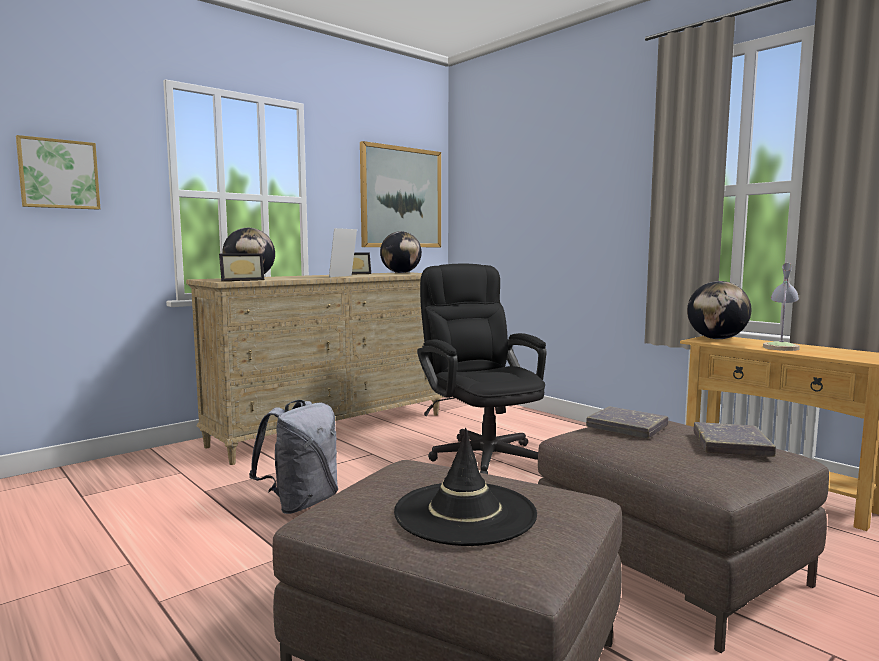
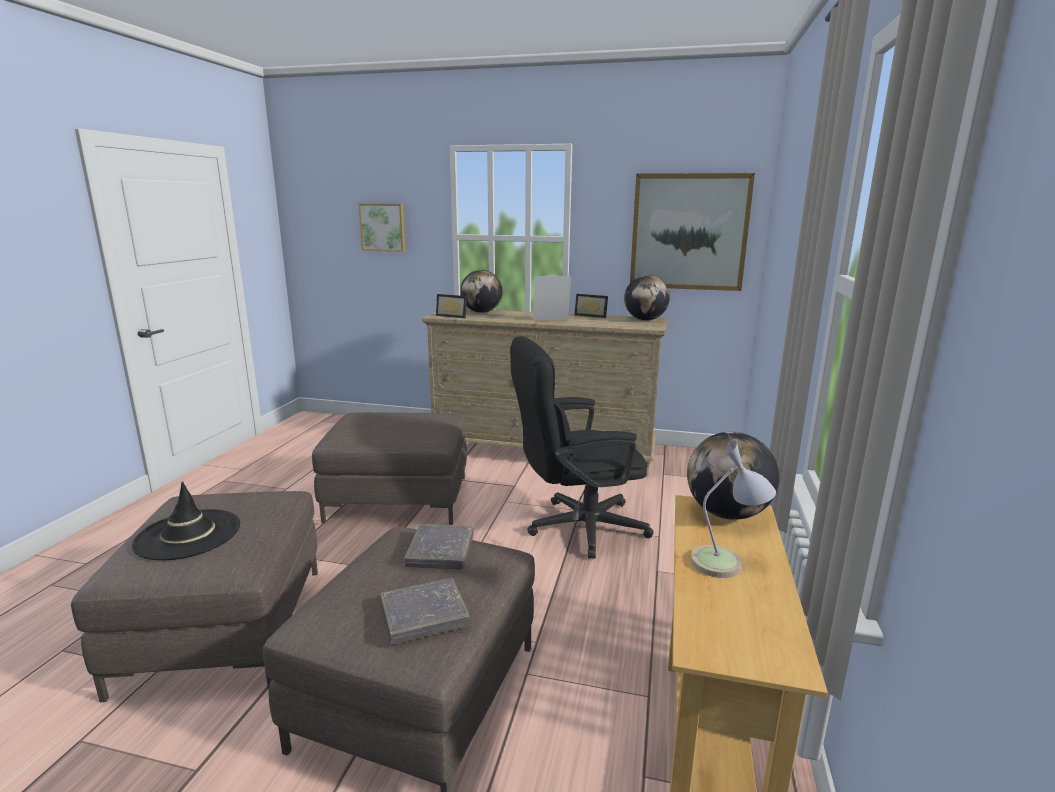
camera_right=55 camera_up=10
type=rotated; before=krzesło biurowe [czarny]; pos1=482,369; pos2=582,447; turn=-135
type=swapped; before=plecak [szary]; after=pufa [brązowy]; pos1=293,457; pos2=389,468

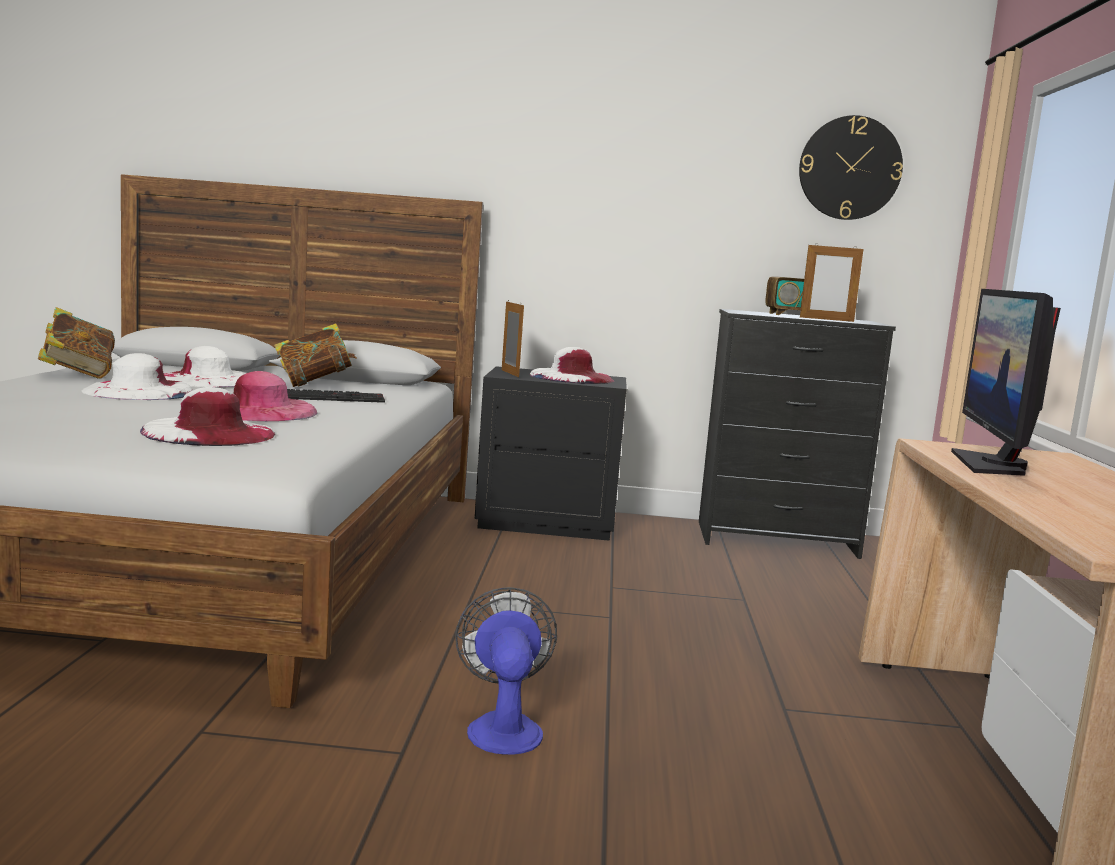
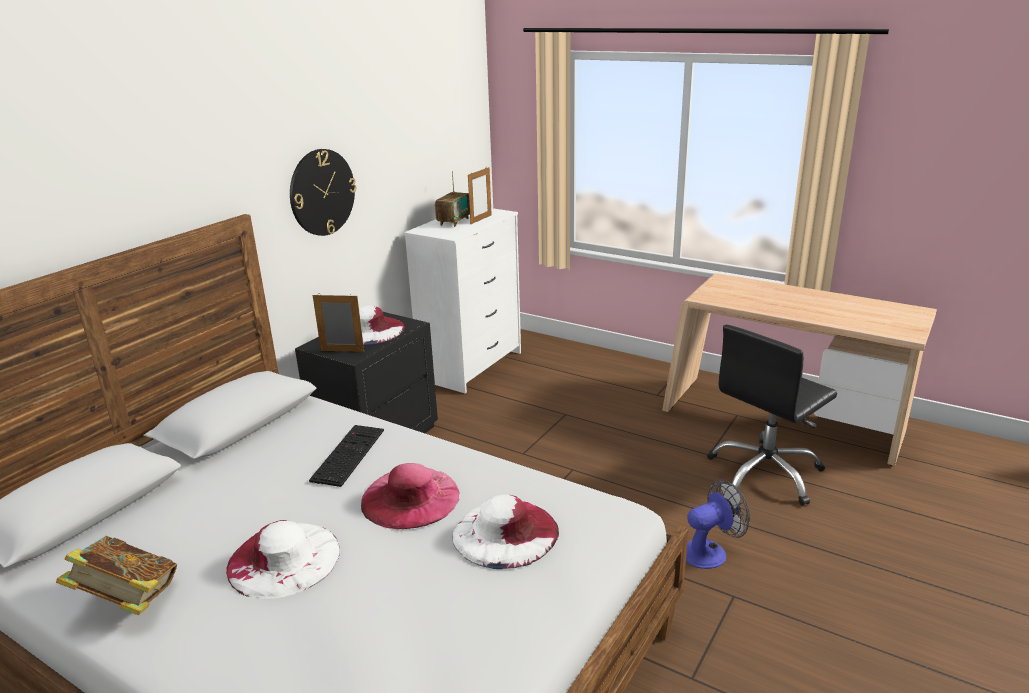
camera_right=-60 camera_up=15
type=shifted; before=zegar ścienny; pos1=851,167; pos2=323,192
type=gone; before=monitor; pos1=1006,382
type=repainted; before=komoda [czarny]; after=komoda [biały]; pos1=797,434; pos2=462,300
type=gone; before=książka; pos1=315,355
type=gone; before=kapelusz [biały]; pos1=205,366
type=rotated; before=wentylator; pos1=506,671; pos2=718,524; turn=135
type=new; after=krzesło biurowe [czarny]; pos2=772,415

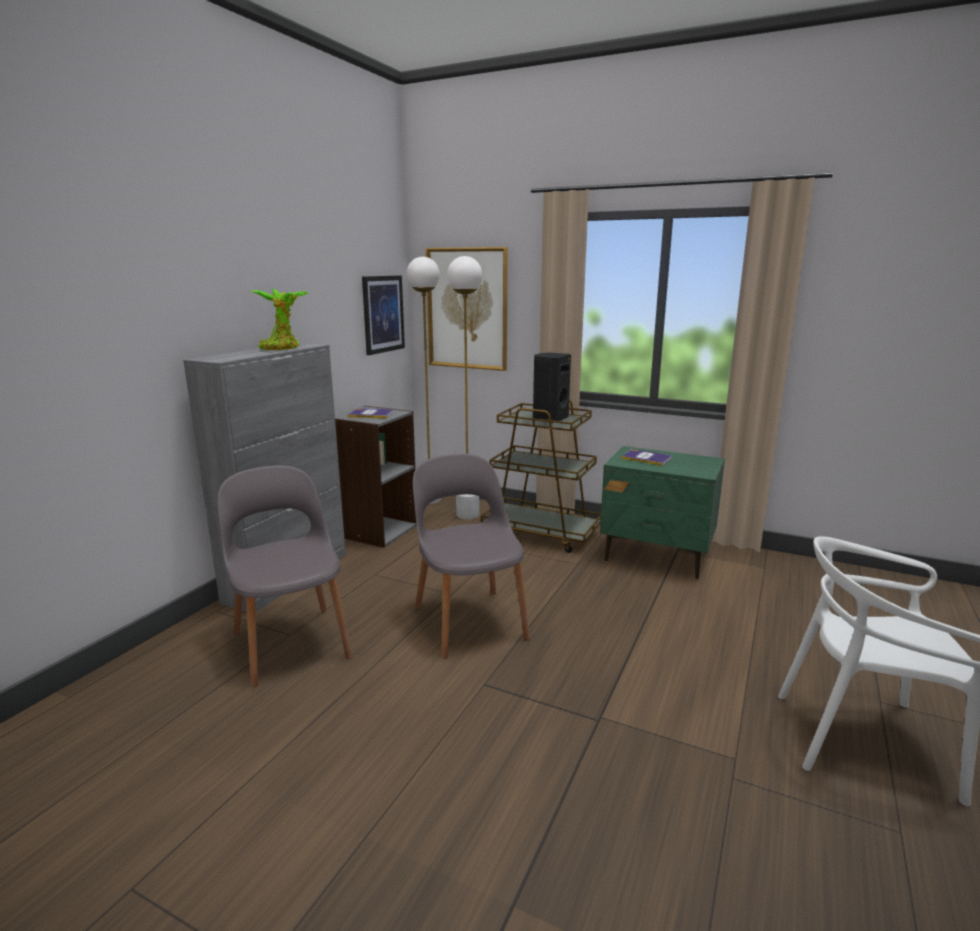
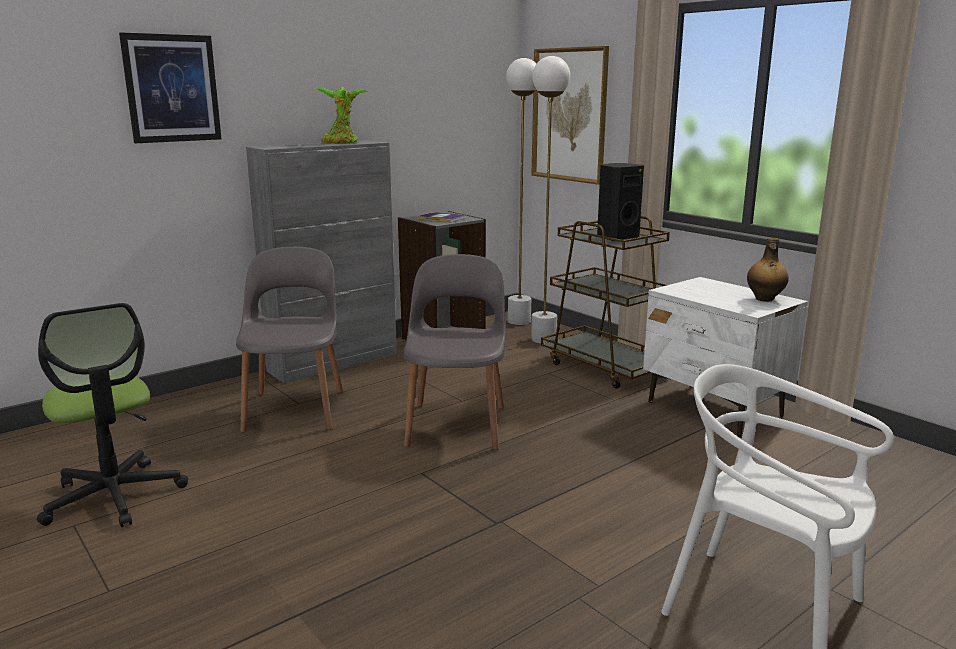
camera_right=25 camera_up=0
type=shifted; before=obraz; pos1=383,315; pos2=170,87
type=repainted; before=szafka nocna [zielony]; after=szafka nocna [biały]; pos1=662,512; pos2=725,357
type=gone; before=książka; pos1=646,457
type=new; after=butelka; pos2=768,270
type=new; after=krzesło biurowe; pos2=112,415

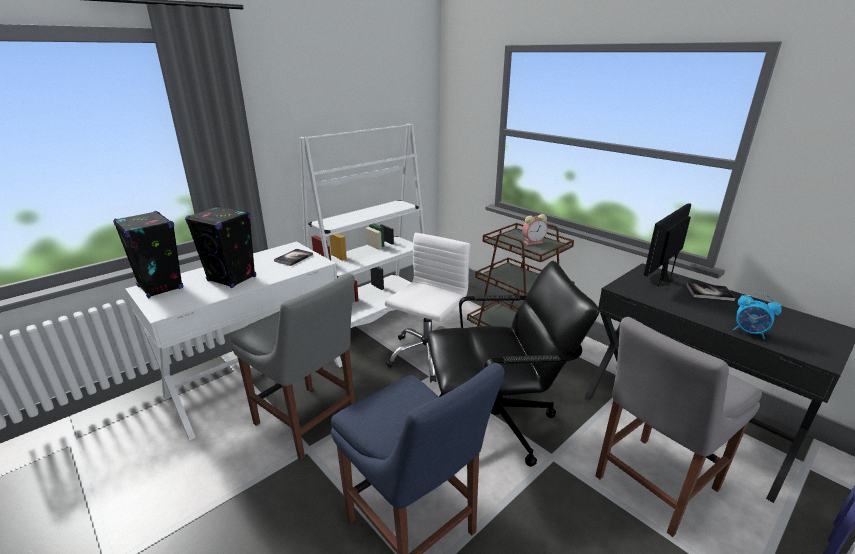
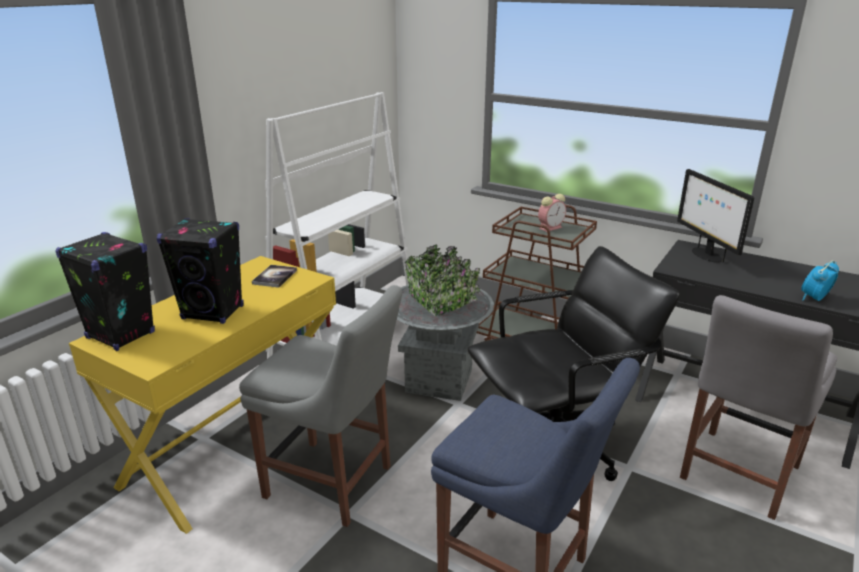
camera_right=-15 camera_up=0
type=rotated; before=monitor; pos1=667,245; pos2=715,216; turn=-45
type=swapped; before=krzesło biurowe [biały]; after=donica [szary]; pos1=427,307; pos2=445,322
type=repainted; before=biurko [biały]; after=biurko [żółty]; pos1=233,341; pos2=202,395
type=gone; before=książka; pos1=710,292
type=rotated; before=budzik; pos1=757,316; pos2=820,280; turn=120

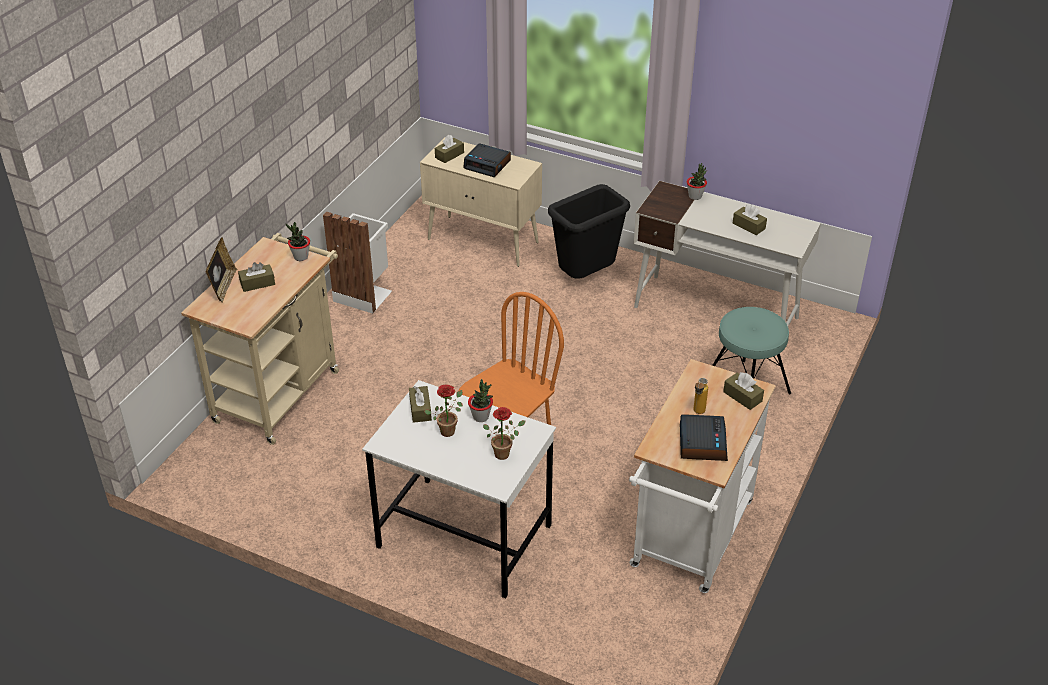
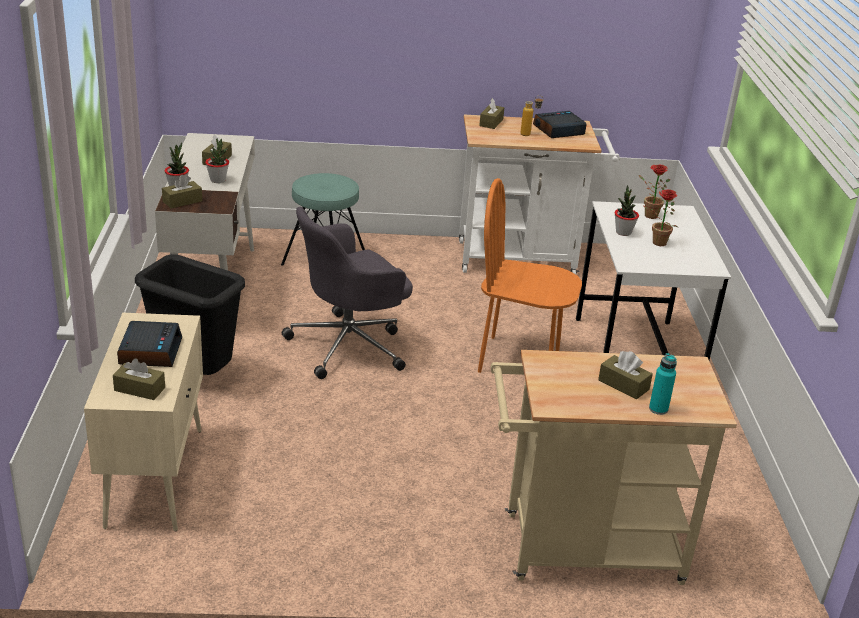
camera_right=-120 camera_up=-10
type=gone; before=kosz na śmieci [biały]; pos1=357,263
type=shifted; before=roślina doniczkowa; pos1=298,241; pos2=217,161
type=swapped; before=ramka na zdjęcie; after=butelka [turkusowy]; pos1=221,270; pos2=663,384
type=shifted; before=pudełko chusteczek [brązowy]; pos1=420,404; pos2=182,191
type=new; after=krzesło biurowe [szary]; pos2=347,293

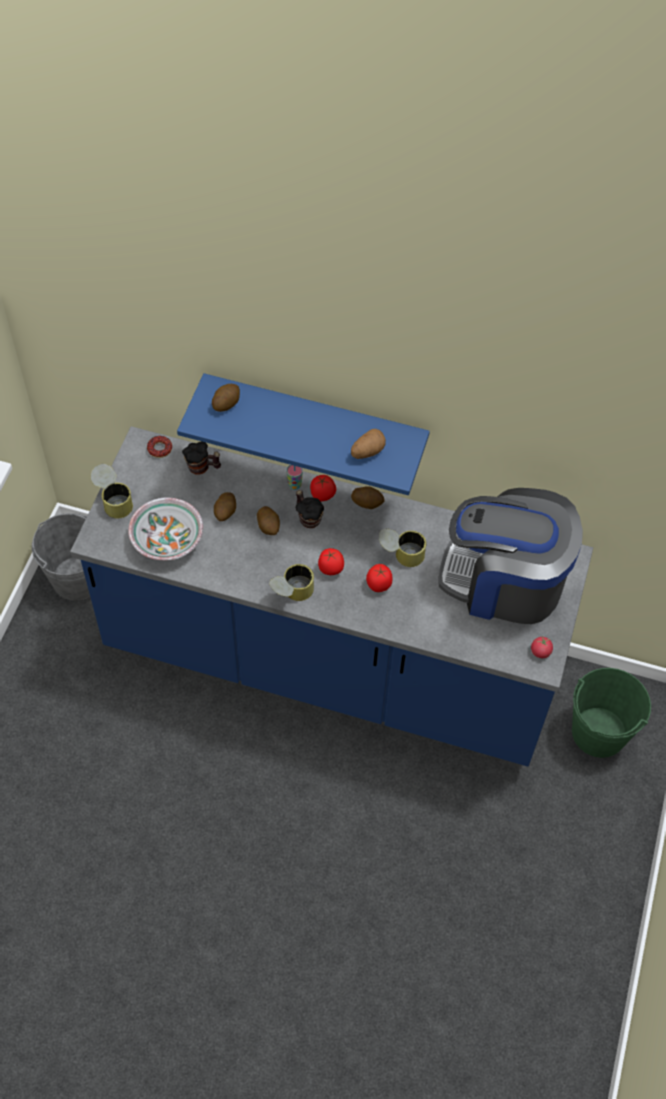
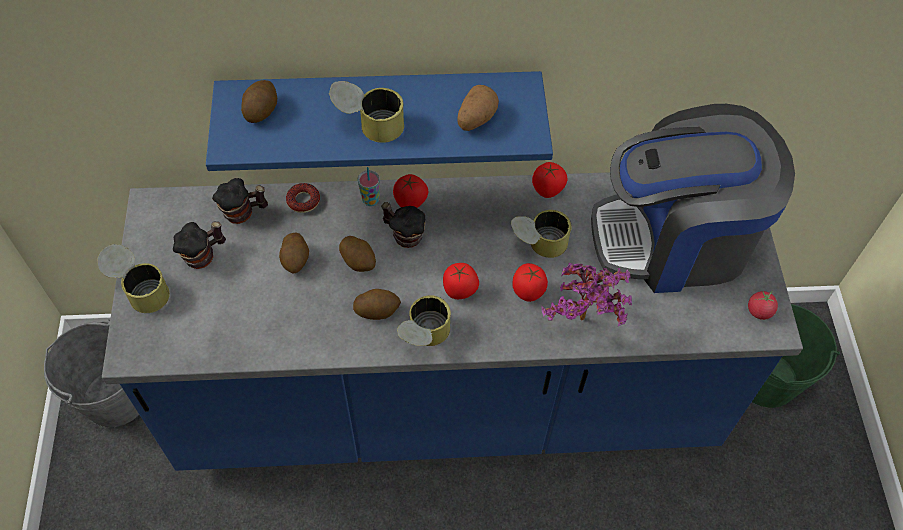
camera_right=-20 camera_up=0
type=shifted; before=donut; pos1=159,447; pos2=303,198
type=shifted; before=ziemniak; pos1=368,497; pos2=377,304
type=gone; before=miska; pos1=165,529
type=new; after=puszka; pos2=366,112
type=new; after=pomidor; pos2=549,180
type=new; after=kubek; pos2=199,245
type=new; after=roślina doniczkowa; pos2=586,294

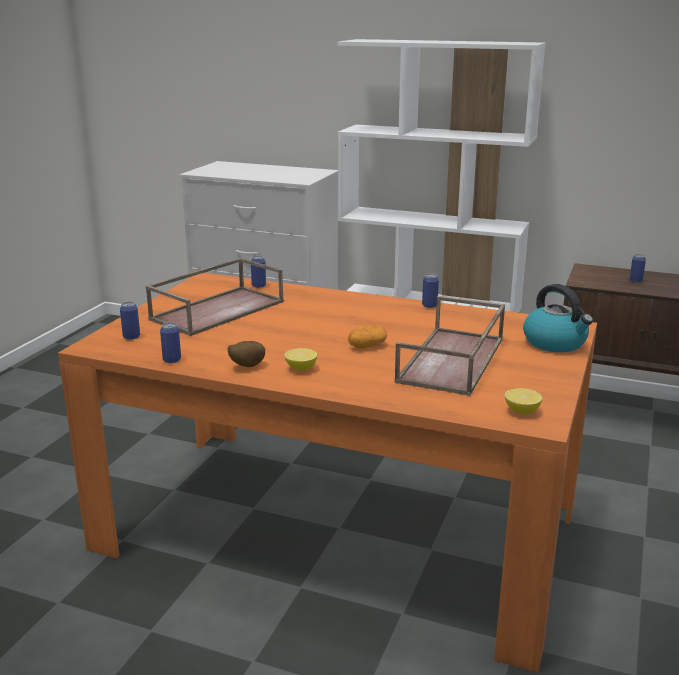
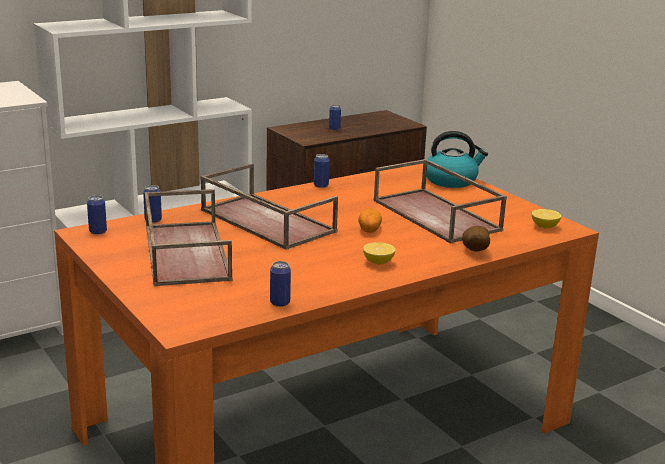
camera_right=-55 camera_up=0
type=shifted; before=puszka; pos1=130,320; pos2=97,214
type=shifted; before=ziemniak; pos1=246,354; pos2=476,239
type=new; after=taca [brązowy]; pos2=269,206

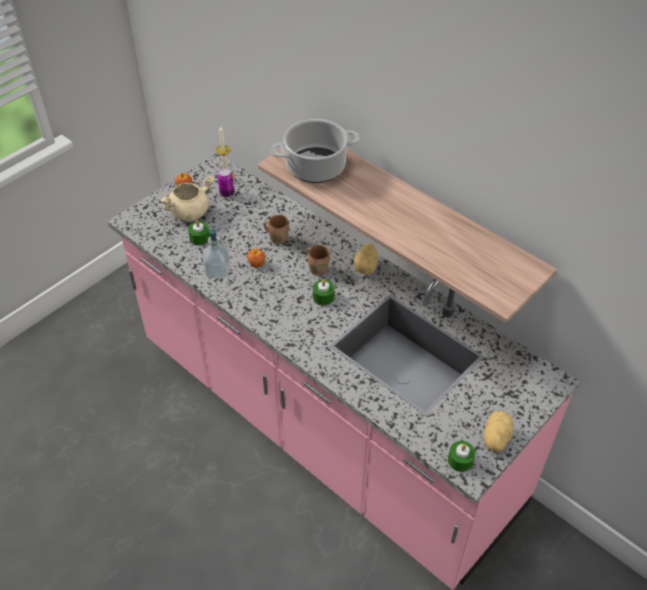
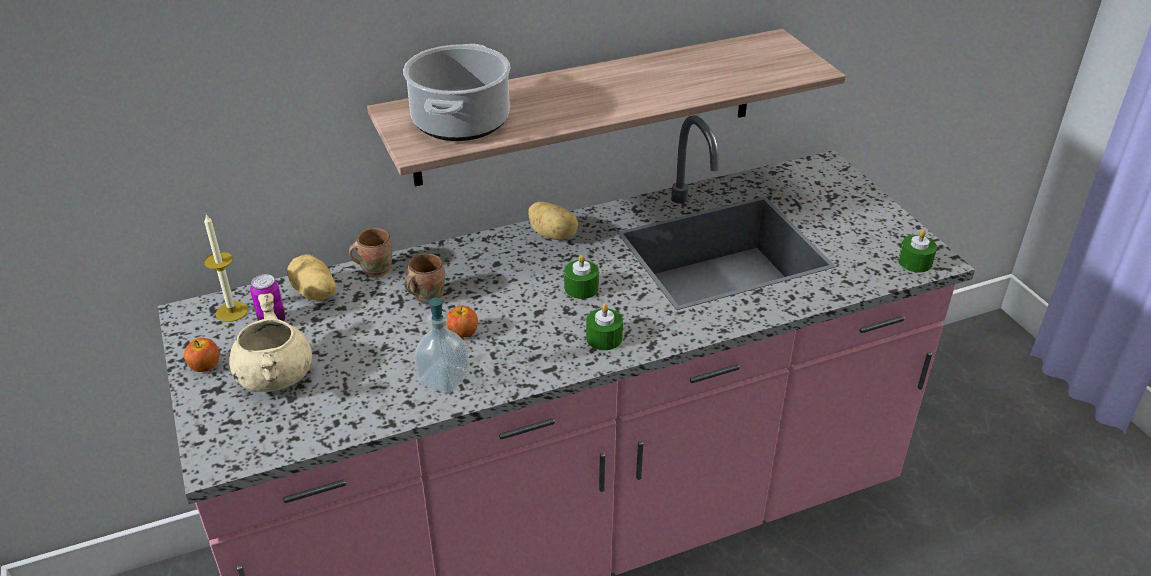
camera_right=-65 camera_up=-10
type=shifted; before=świeca [zielony]; pos1=199,233; pos2=604,327
type=shifted; before=kubek [brązowy]; pos1=318,260; pos2=370,253
type=shifted; before=ziemniak; pos1=498,431; pos2=311,277

